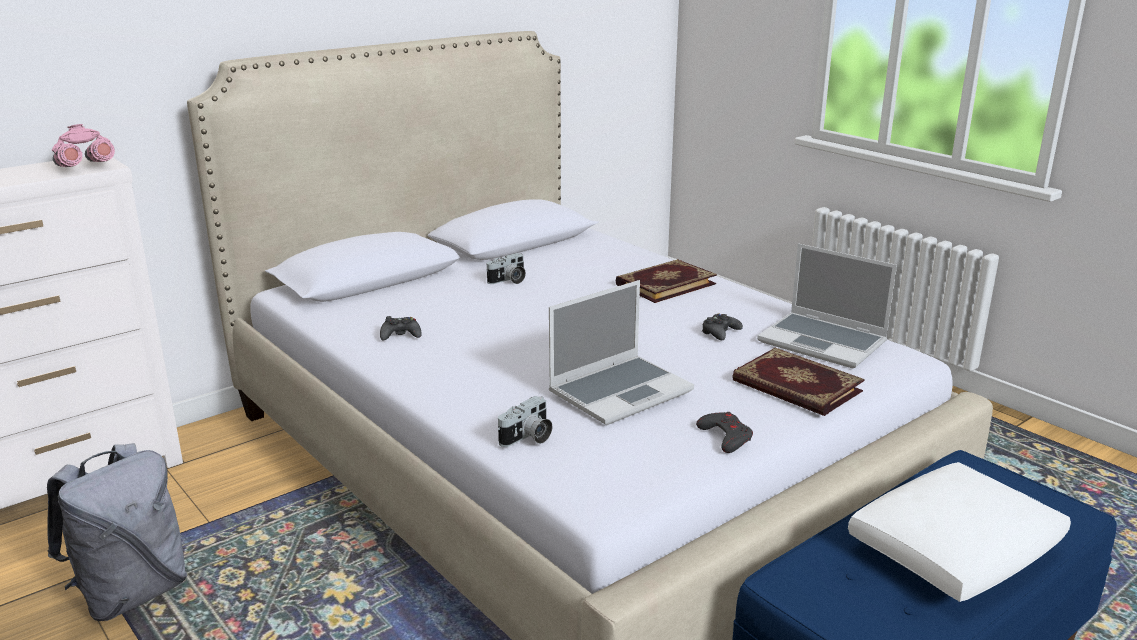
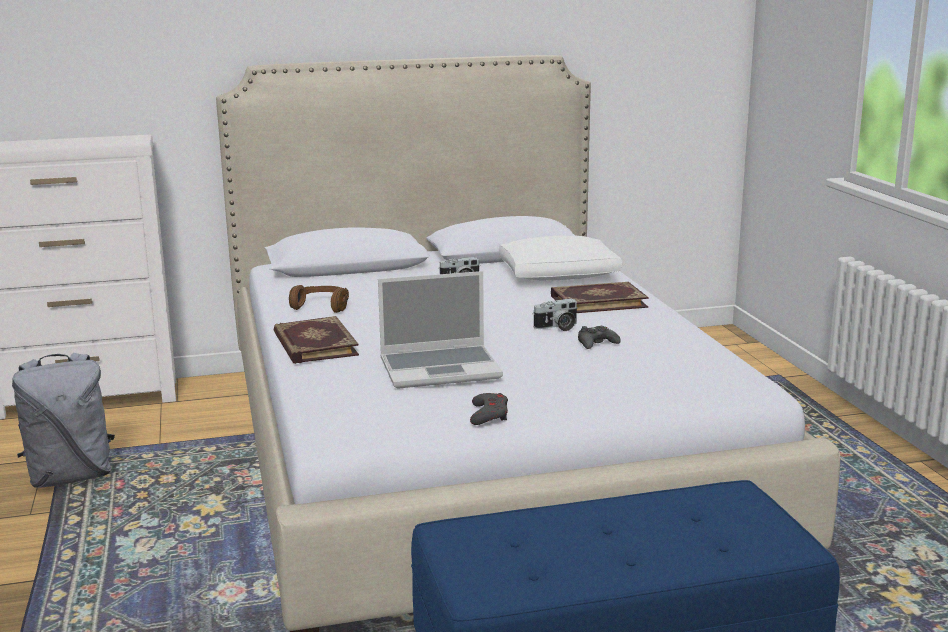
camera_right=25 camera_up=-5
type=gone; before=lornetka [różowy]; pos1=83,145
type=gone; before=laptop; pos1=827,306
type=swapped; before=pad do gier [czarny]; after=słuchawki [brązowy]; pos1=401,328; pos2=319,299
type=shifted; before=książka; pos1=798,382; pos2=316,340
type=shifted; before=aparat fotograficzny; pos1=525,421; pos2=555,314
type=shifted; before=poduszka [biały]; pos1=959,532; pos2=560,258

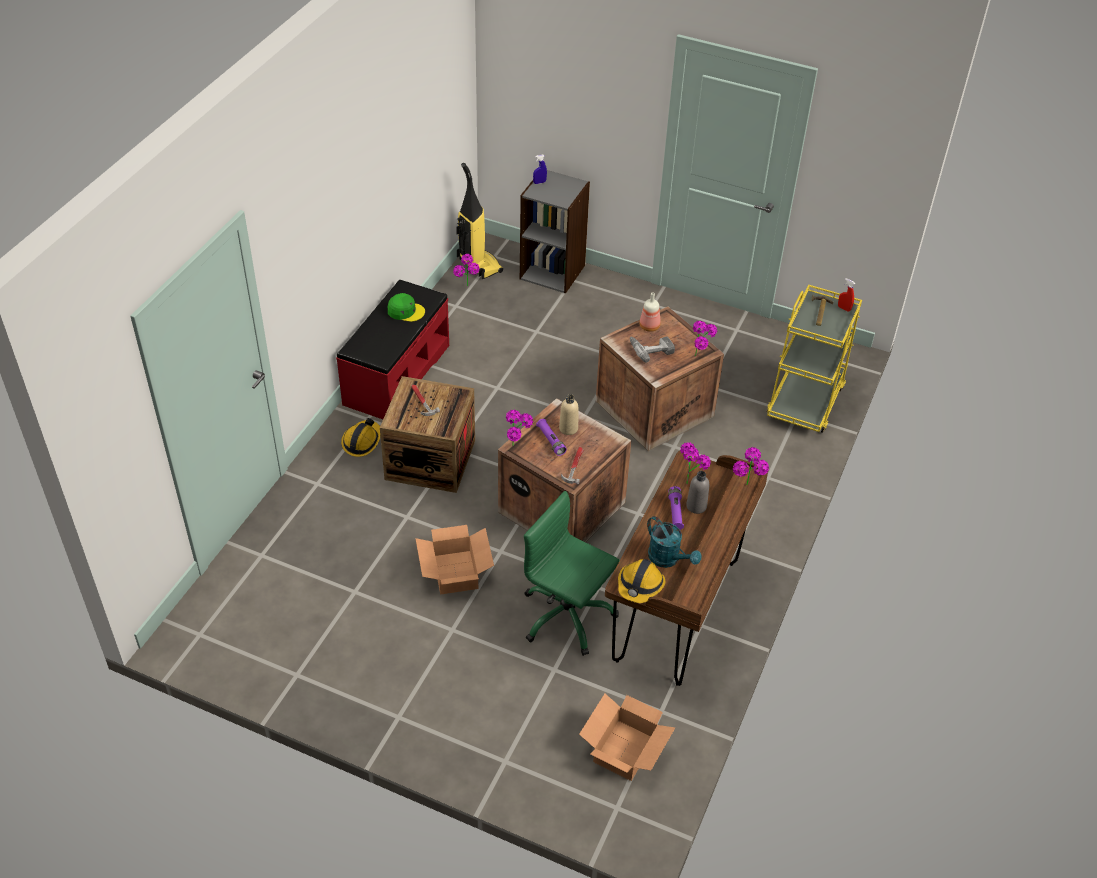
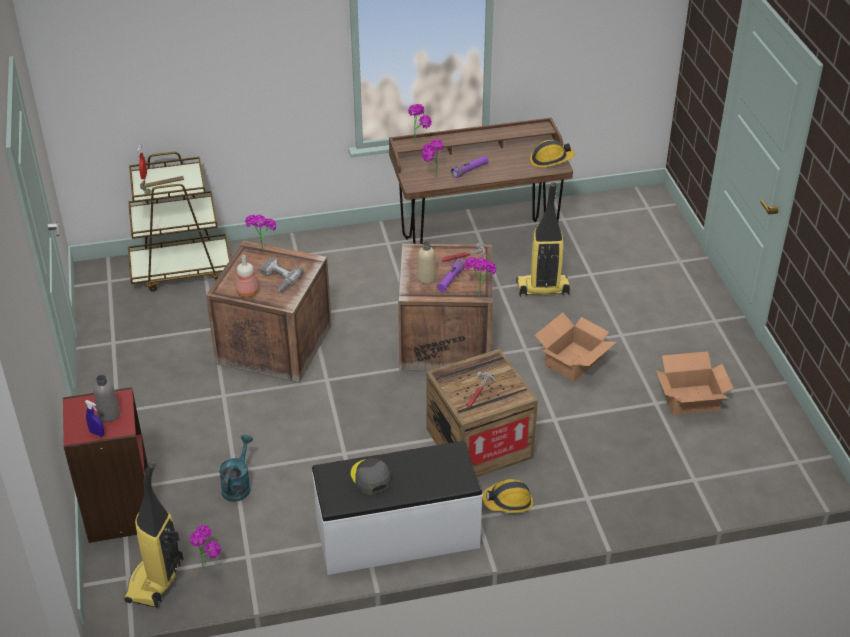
camera_right=-125 camera_up=-5
type=repainted; before=regał [szary]; after=regał [czerwony]; pos1=555,232; pos2=107,465
type=repainted; before=ławka [czerwony]; after=ławka [biały]; pos1=392,349; pos2=397,508
type=repainted; before=wózek [żółty]; after=wózek [brązowy]; pos1=814,359; pos2=179,222
type=repainted; before=czapka z daszkiem [zielony]; after=czapka z daszkiem [szary]; pos1=406,307; pos2=371,476
type=shifted; before=butelka [szary]; pos1=697,492; pos2=106,398
type=swapped; before=krzesło biurowe [zielony]; after=odkurzacz; pos1=572,573; pos2=543,239
type=shifted; before=konewka [turkusowy]; pos1=674,542; pos2=236,468
type=shifted; before=karton; pos1=627,737; pos2=694,383

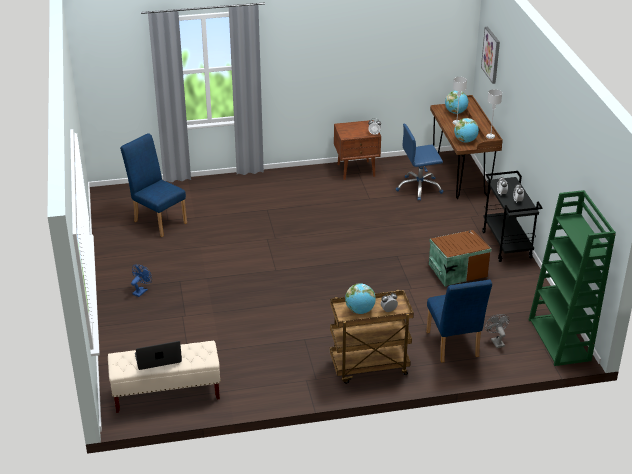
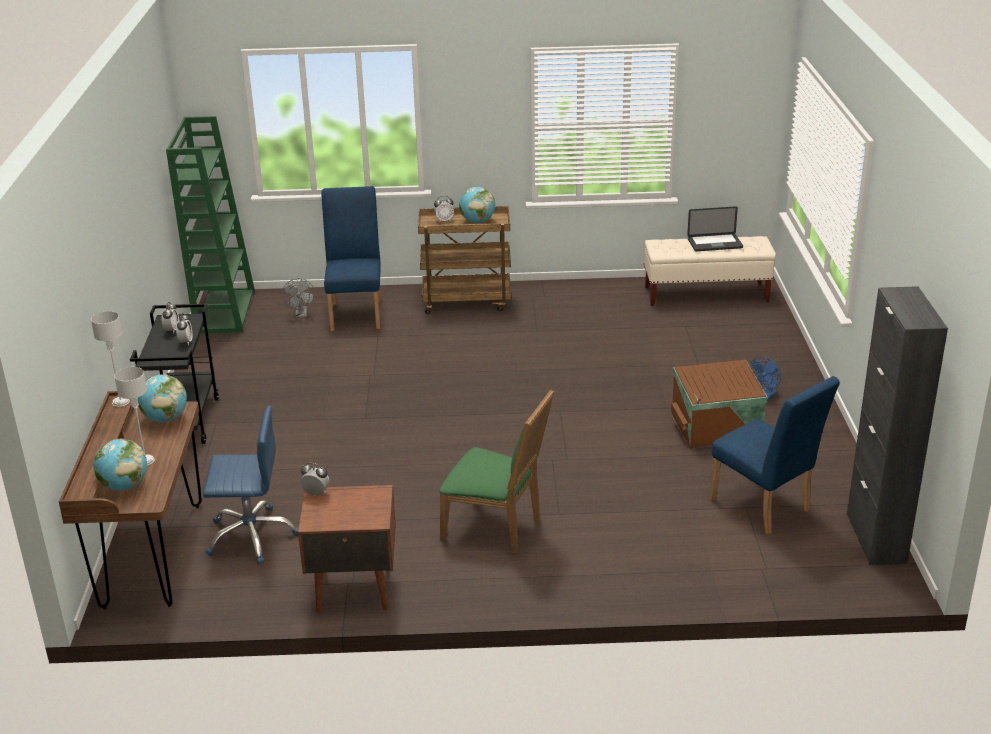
camera_right=-170 camera_up=-5
type=gone; before=obraz; pos1=490,55
type=shifted; before=pojemnik do przechowywania [brązowy]; pos1=460,258; pos2=719,404
type=new; after=szafka [czarny]; pos2=897,425
type=new; after=krzesło [zielony]; pos2=496,471

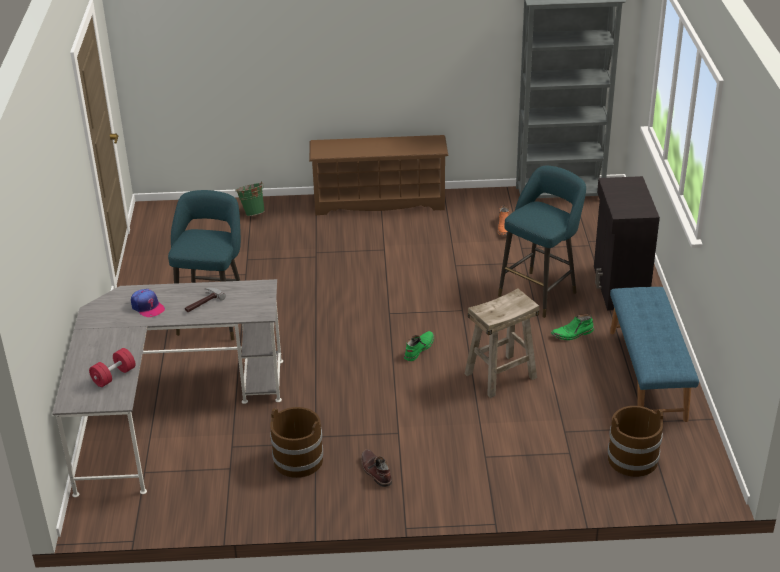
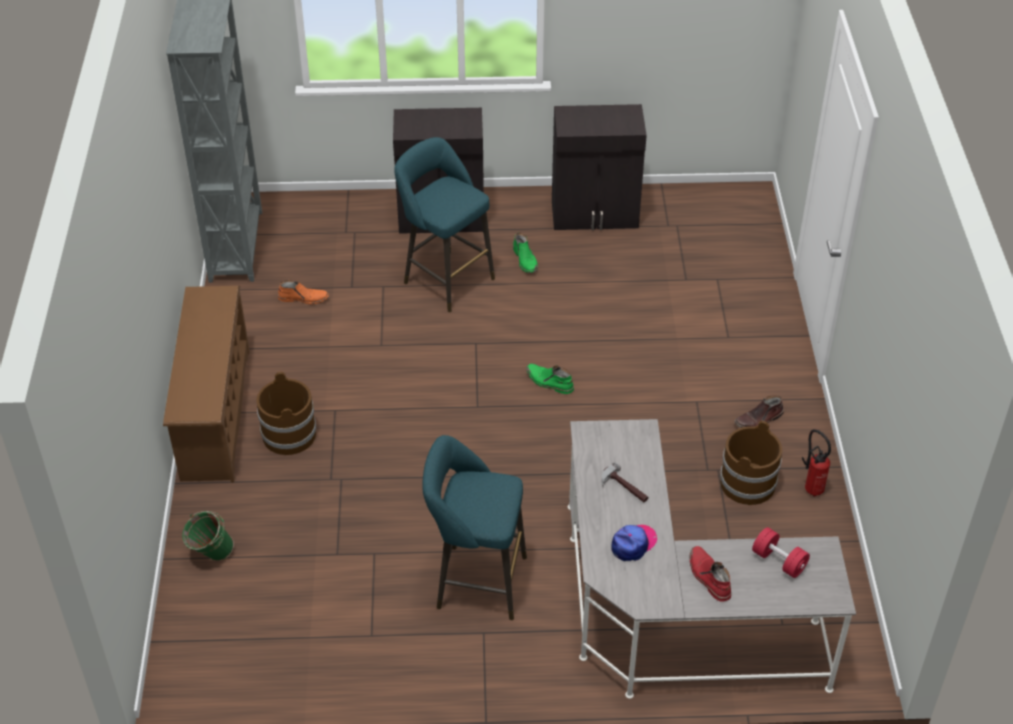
camera_right=-90 camera_up=10
type=swapped; before=ławka [niebieski]; after=szafka [czarny]; pos1=654,354; pos2=599,167
type=gone; before=stołek [beżowy]; pos1=501,343
type=shifted; before=wiadro [brązowy]; pos1=635,441; pos2=286,413
type=new; after=gaśnica; pos2=816,462
type=new; after=but z cholewką [czerwony]; pos2=710,573

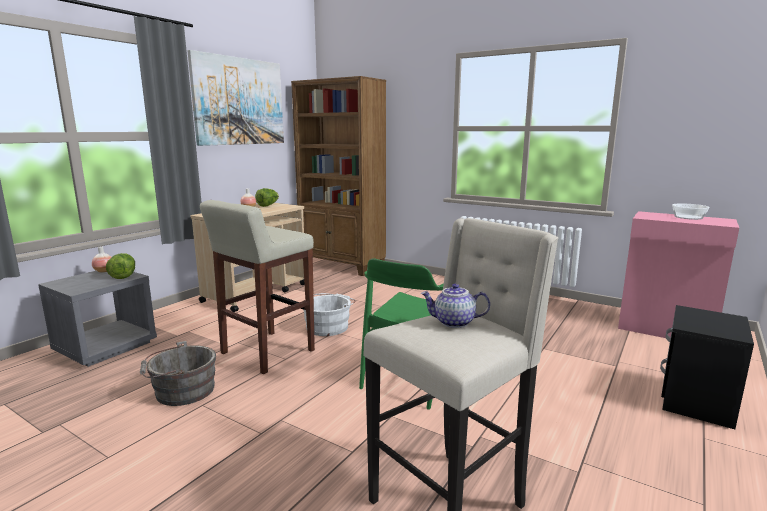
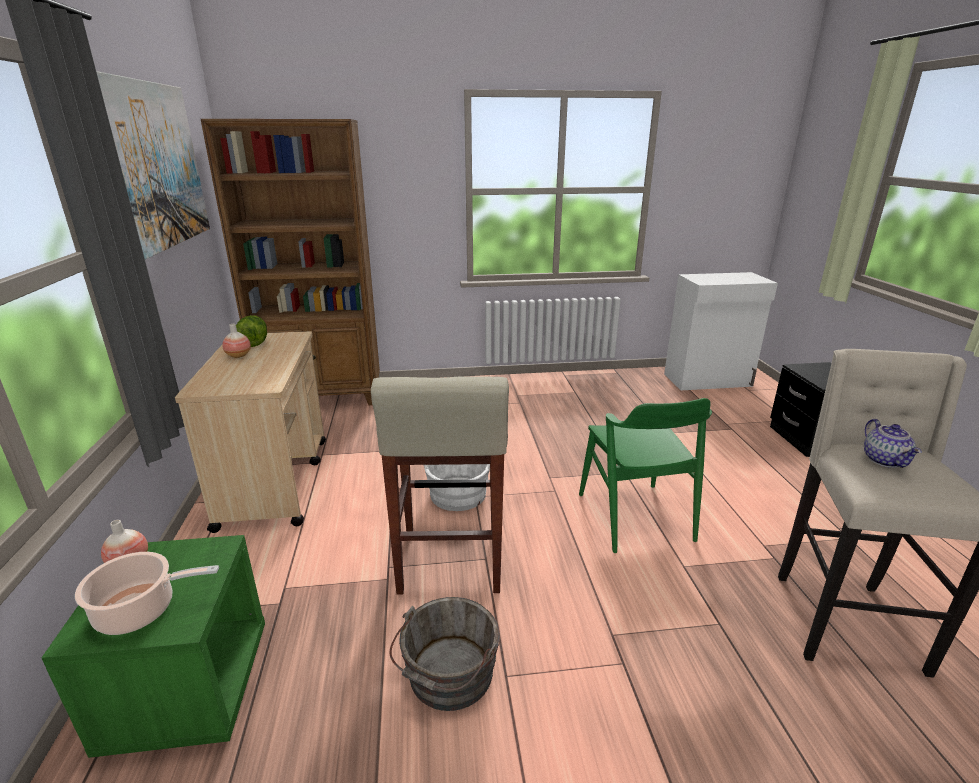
camera_right=-40 camera_up=10
type=gone; before=miska; pos1=691,211
type=repainted; before=szafka [różowy]; after=szafka [biały]; pos1=678,274; pos2=721,331
type=gone; before=sałata; pos1=120,266
type=repainted; before=szafka nocna [szary]; after=szafka nocna [zielony]; pos1=97,319; pos2=153,646
type=rotated; before=imbryk; pos1=455,306; pos2=893,443; turn=-60
type=new; after=garnek; pos2=147,593

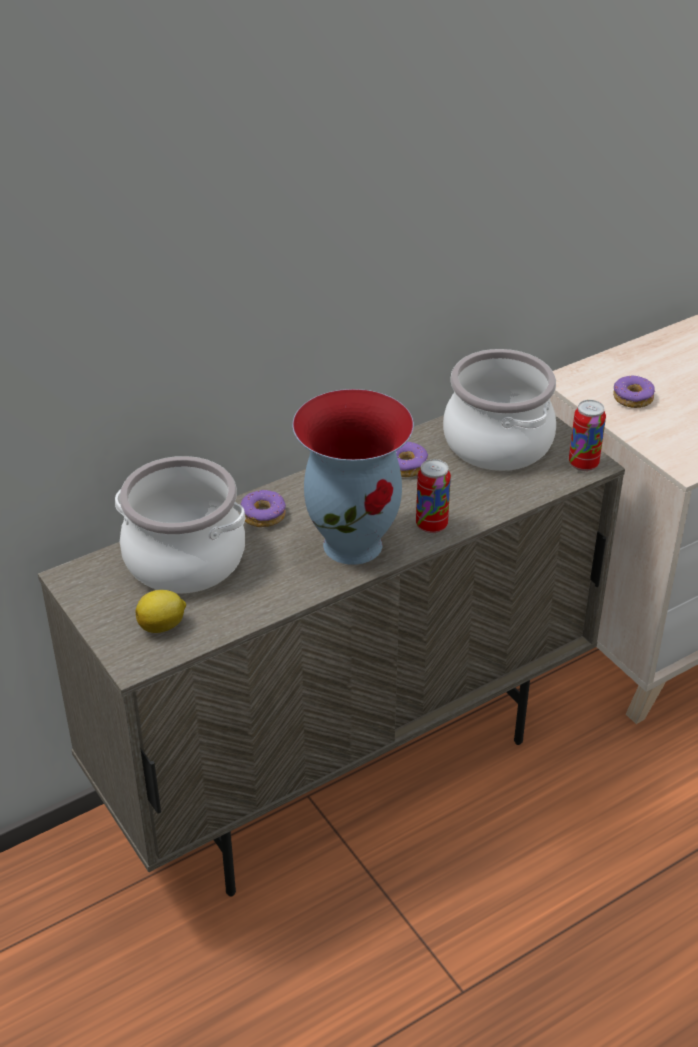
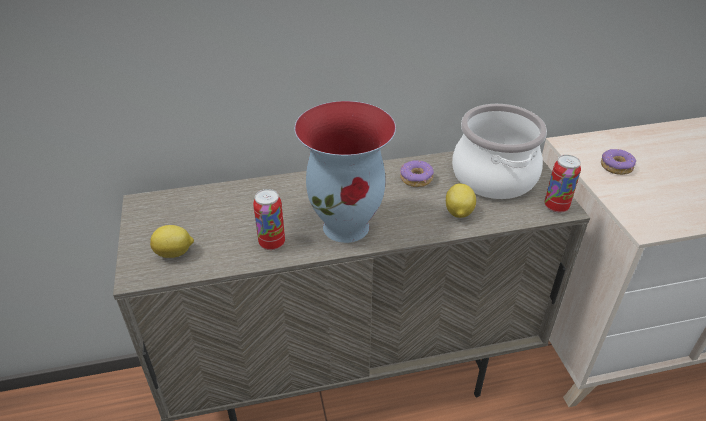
camera_right=20 camera_up=0
type=gone; before=garnek; pos1=180,525
type=shifted; before=puszka; pos1=433,496; pos2=269,219
type=gone; before=donut; pos1=263,508
type=new; after=cytryna; pos2=461,201

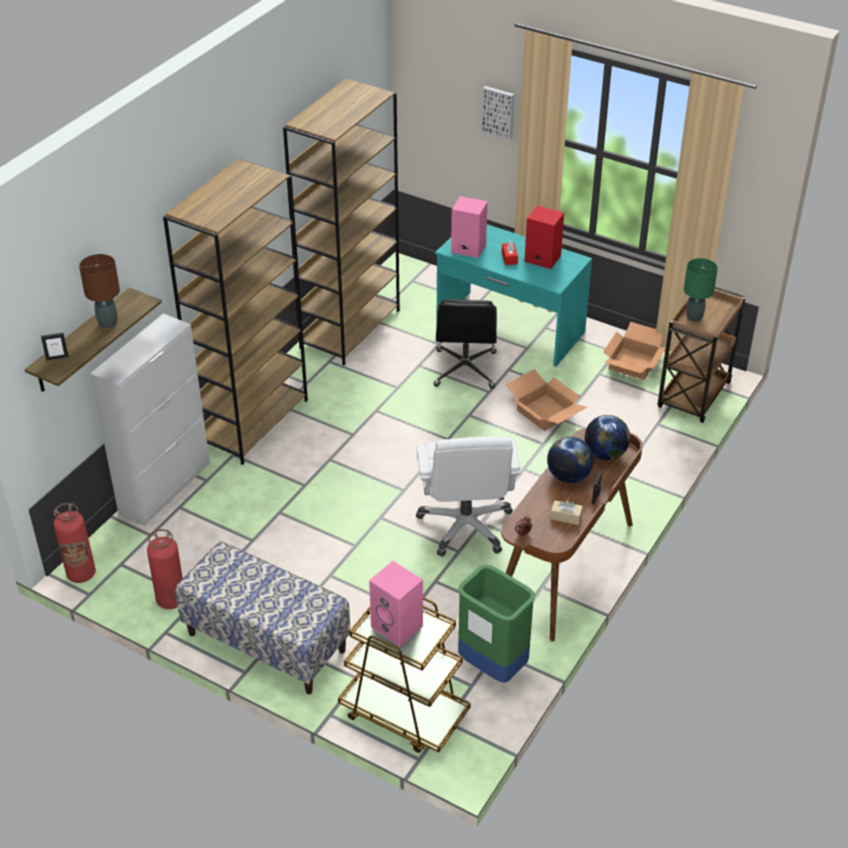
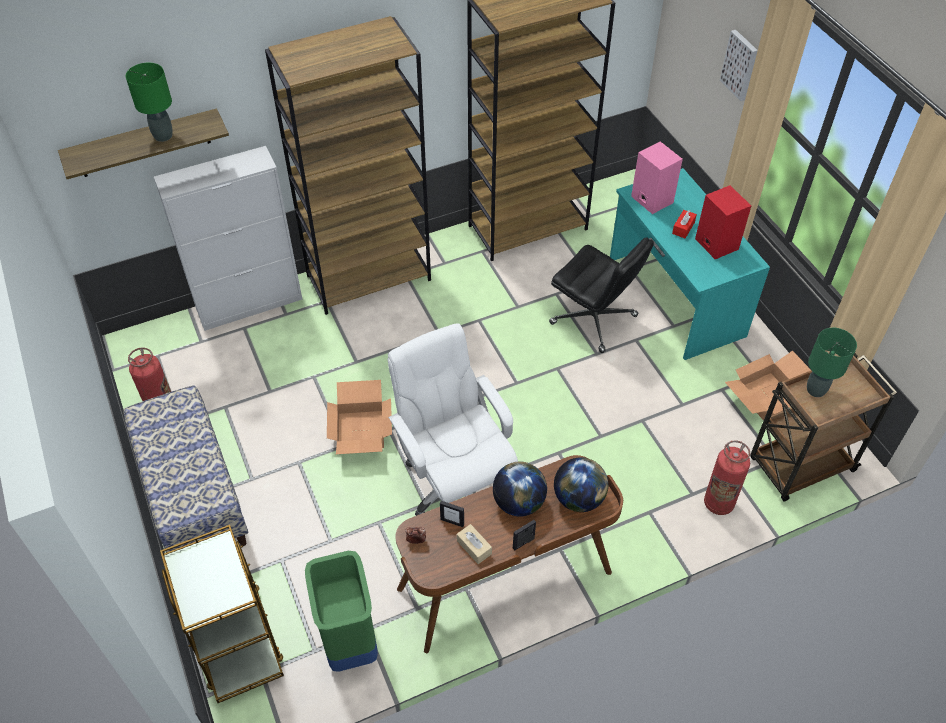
camera_right=35 camera_up=10
type=repainted; before=lampa stołowa [brązowy]; after=lampa stołowa [zielony]; pos1=99,291; pos2=149,102
type=rotated; before=krzesło biurowe [czarny]; pos1=465,344; pos2=601,295; turn=-90
type=shifted; before=ramka na zdjęcie; pos1=54,347; pos2=452,514
type=shifted; before=karton; pos1=546,400; pos2=359,417
type=rotated; before=krzesło biurowe [biały]; pos1=468,496; pos2=453,419; turn=120
type=shifted; before=gaśnica; pos1=74,543; pos2=727,477
type=gone; before=głośnik [różowy]; pos1=396,604

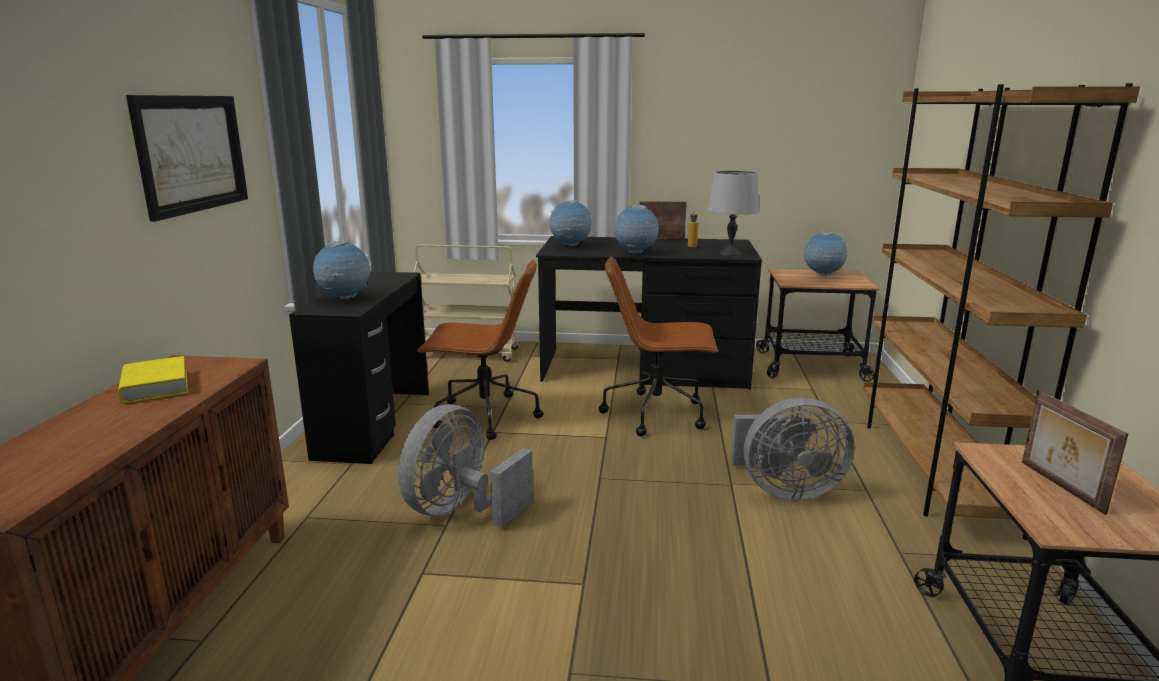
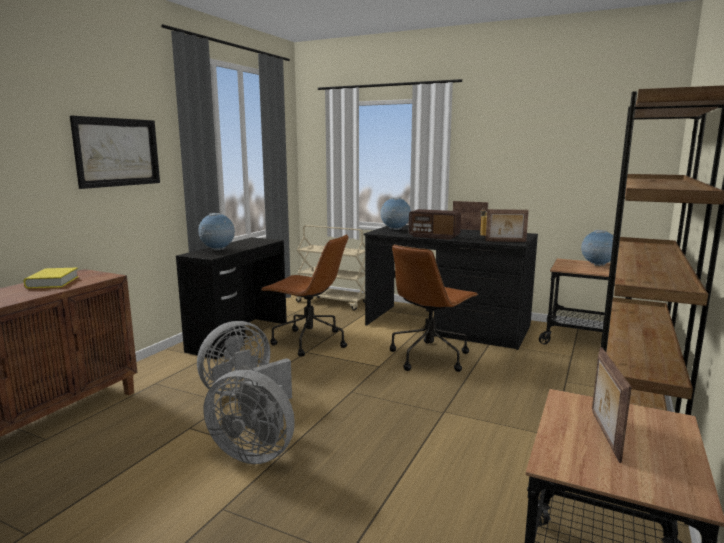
camera_right=20 camera_up=-5
type=swapped; before=lampa stołowa [szary]; after=ramka na zdjęcie; pos1=733,214; pos2=507,225
type=swapped; before=globus; after=radio; pos1=636,229; pos2=435,224
type=rotated; before=krzesło biurowe [brązowy]; pos1=658,346; pos2=434,308; turn=-75
type=shifted; before=wentylator [szary]; pos1=792,449; pos2=249,417

